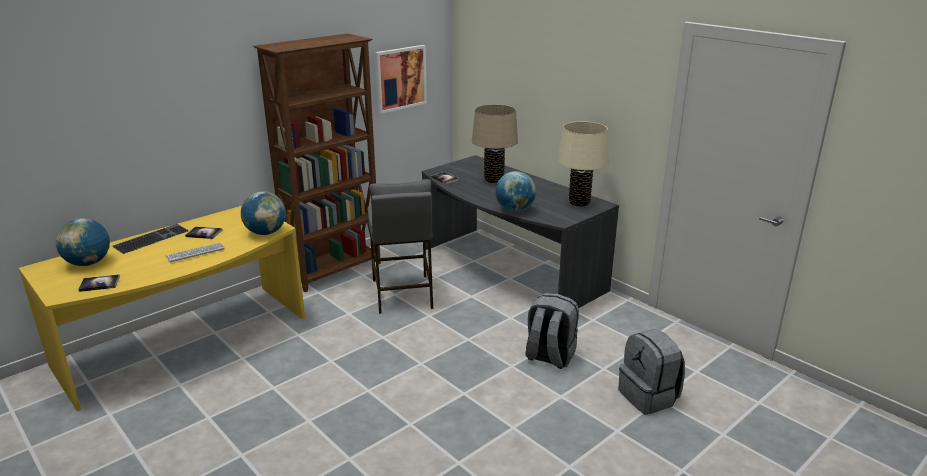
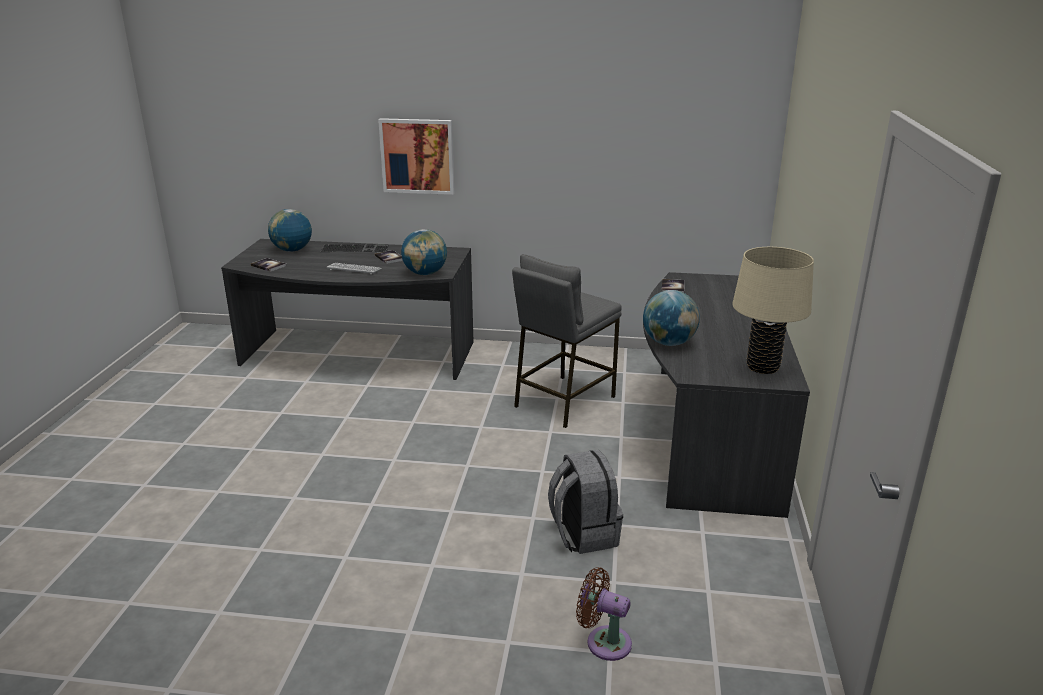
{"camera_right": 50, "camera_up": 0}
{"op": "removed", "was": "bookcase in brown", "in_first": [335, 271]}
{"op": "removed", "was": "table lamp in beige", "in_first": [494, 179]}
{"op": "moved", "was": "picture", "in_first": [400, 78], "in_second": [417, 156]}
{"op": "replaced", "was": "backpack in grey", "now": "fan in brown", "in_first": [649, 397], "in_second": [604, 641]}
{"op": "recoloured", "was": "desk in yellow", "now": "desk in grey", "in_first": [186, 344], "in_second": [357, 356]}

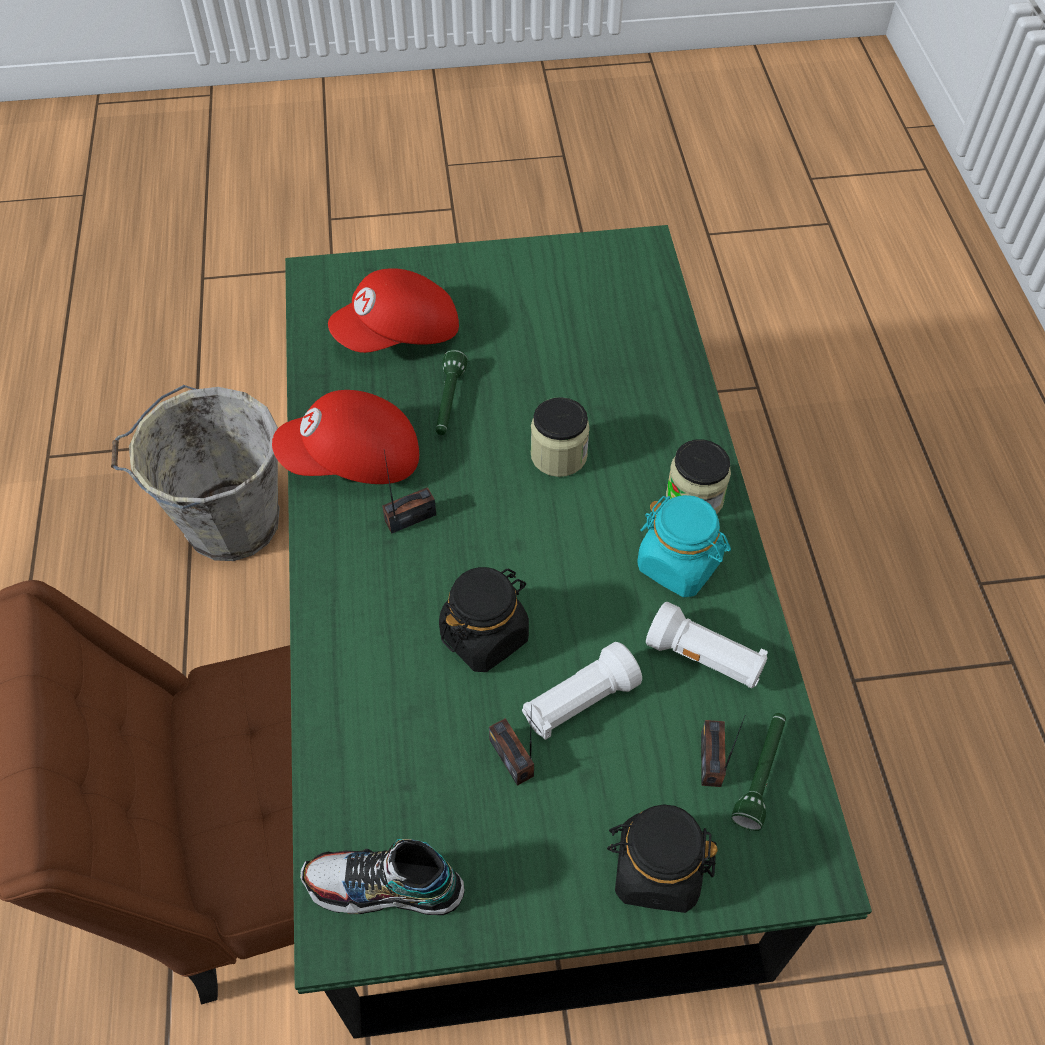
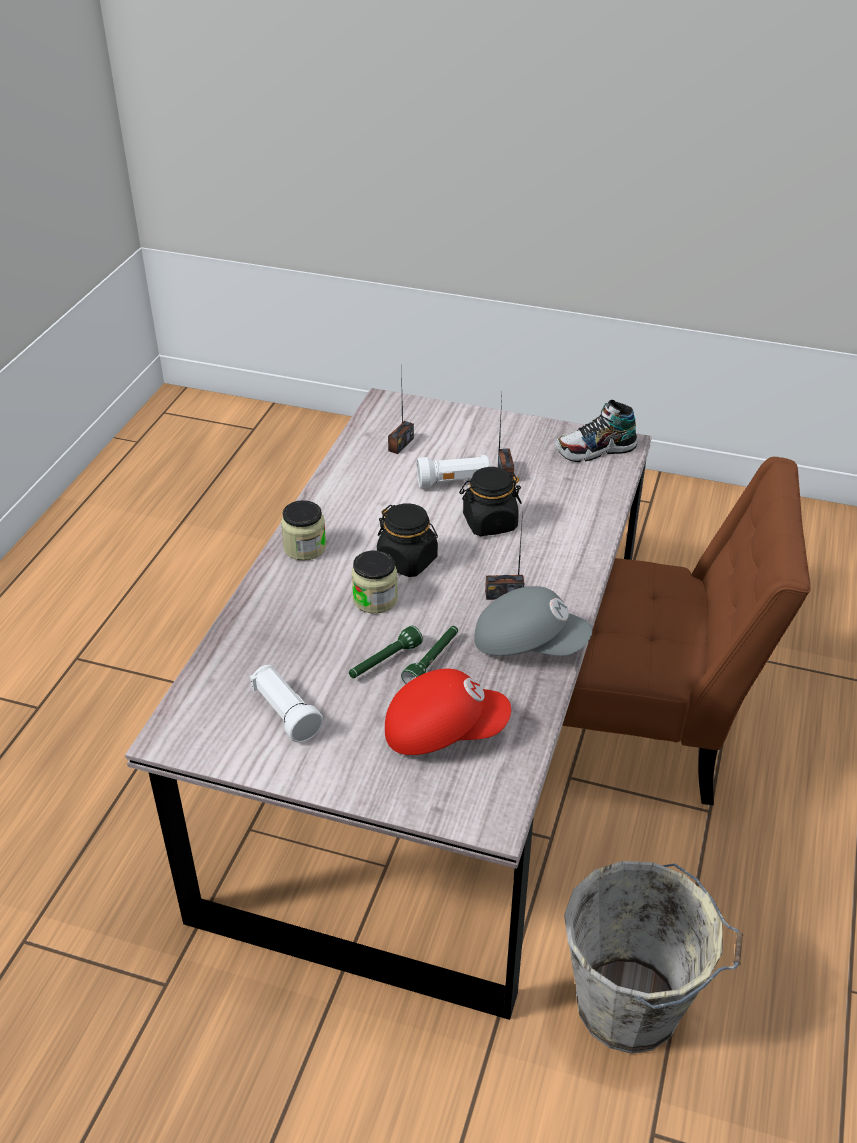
{"camera_right": -155, "camera_up": -15}
{"op": "removed", "was": "jar in turquoise", "in_first": [679, 565]}
{"op": "moved", "was": "jar in black", "in_first": [656, 870], "in_second": [407, 561]}
{"op": "moved", "was": "flashlight in white", "in_first": [705, 659], "in_second": [285, 713]}
{"op": "moved", "was": "flashlight in green", "in_first": [761, 774], "in_second": [384, 662]}
{"op": "recoloured", "was": "cap in red", "now": "cap in grey", "in_first": [353, 461], "in_second": [529, 643]}
{"op": "recoloured", "was": "dining table in green", "now": "dining table in grey", "in_first": [526, 694], "in_second": [425, 759]}
{"op": "turned", "was": "shoe", "in_first": [384, 888], "in_second": [595, 450], "clockwise": 135}

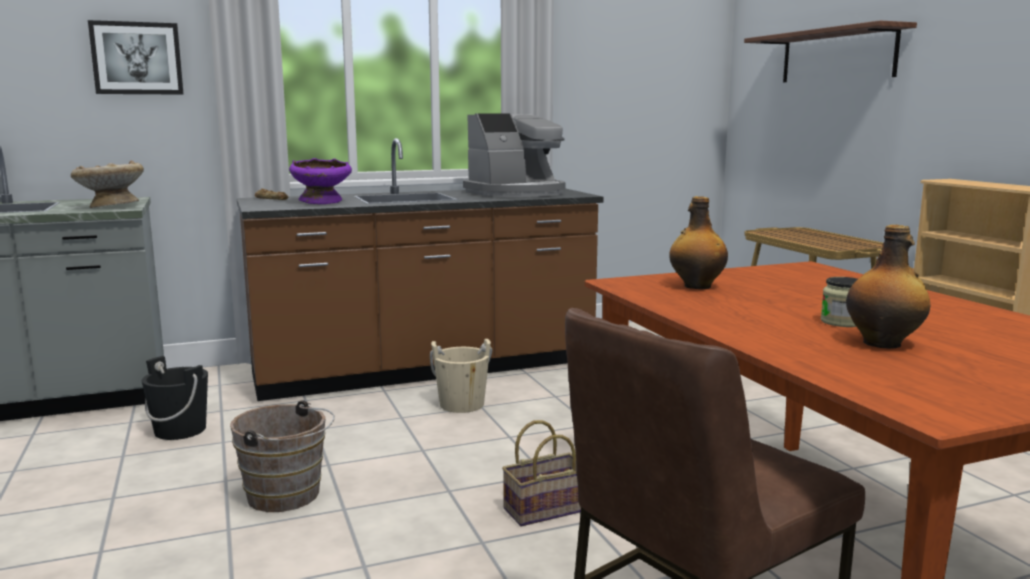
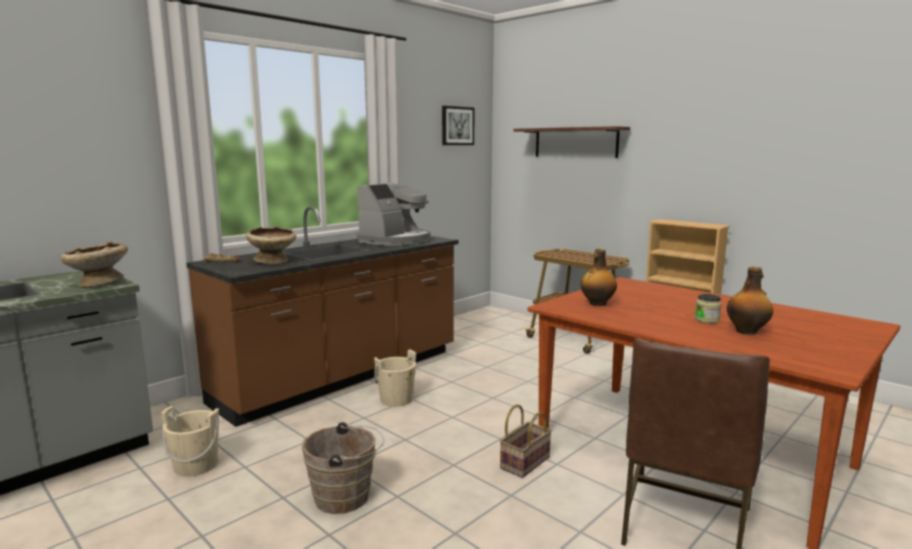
{"camera_right": -25, "camera_up": 0}
{"op": "moved", "was": "picture", "in_first": [137, 58], "in_second": [457, 126]}
{"op": "recoloured", "was": "bucket in black", "now": "bucket in beige", "in_first": [180, 430], "in_second": [196, 465]}
{"op": "recoloured", "was": "bowl in purple", "now": "bowl in beige", "in_first": [322, 202], "in_second": [273, 261]}

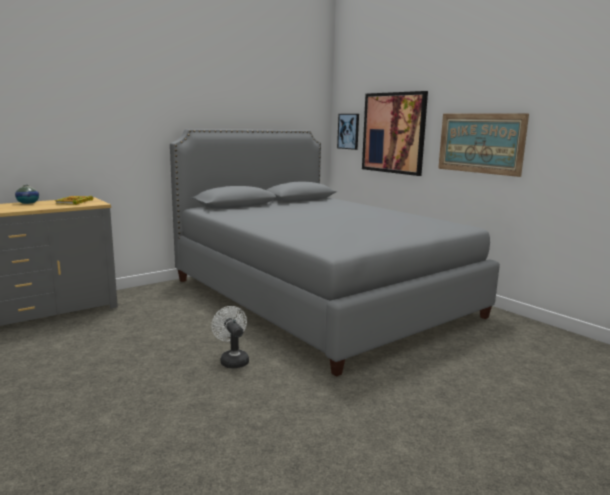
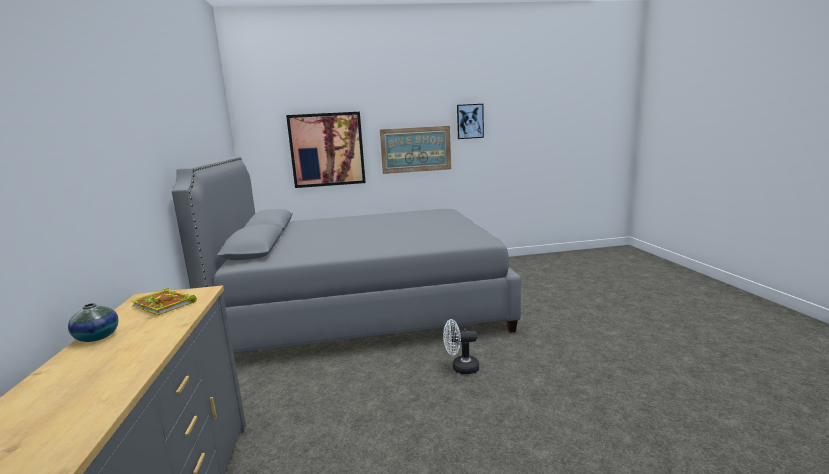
{"camera_right": -60, "camera_up": 0}
{"op": "moved", "was": "picture", "in_first": [348, 131], "in_second": [470, 121]}

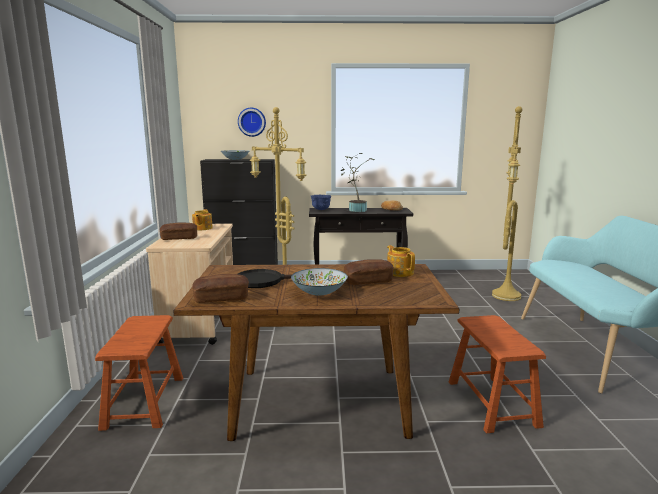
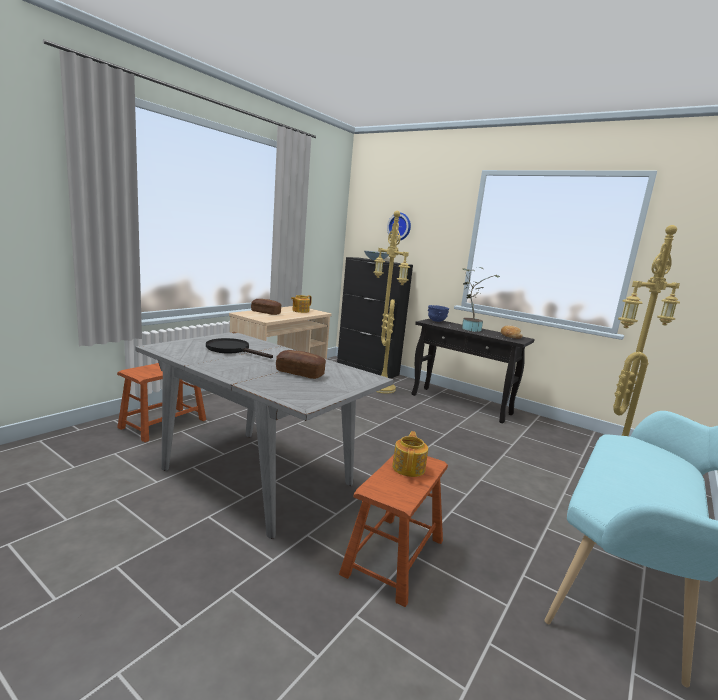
{"camera_right": 35, "camera_up": 0}
{"op": "removed", "was": "bread", "in_first": [221, 298]}
{"op": "removed", "was": "bowl", "in_first": [319, 293]}
{"op": "moved", "was": "teapot", "in_first": [400, 272], "in_second": [409, 468]}
{"op": "recoloured", "was": "dining table in brown", "now": "dining table in grey", "in_first": [318, 401], "in_second": [256, 476]}

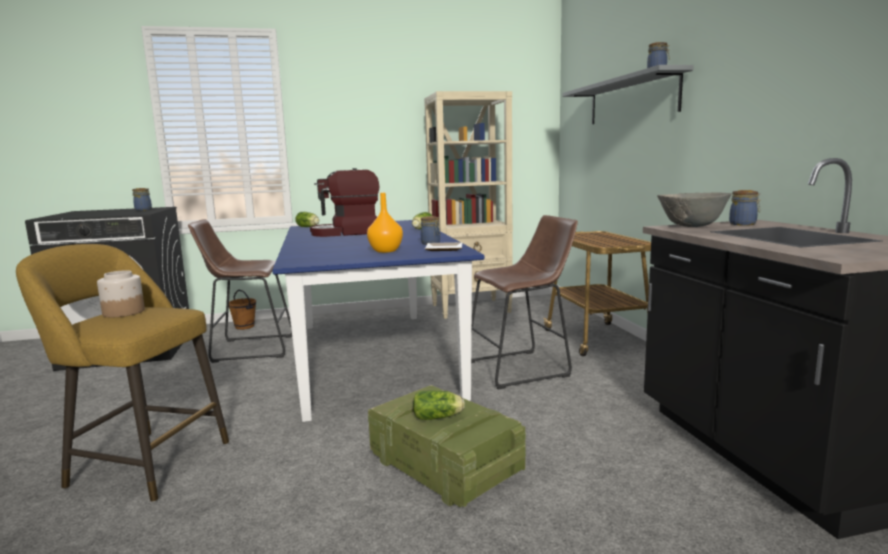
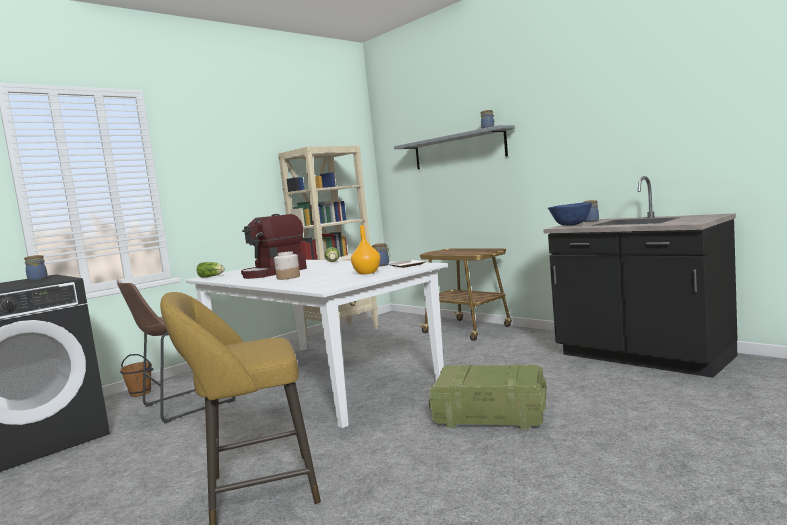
{"camera_right": -30, "camera_up": -5}
{"op": "removed", "was": "lettuce", "in_first": [439, 417]}
{"op": "removed", "was": "stool in brown", "in_first": [522, 368]}
{"op": "moved", "was": "jar", "in_first": [123, 312], "in_second": [288, 277]}
{"op": "recoloured", "was": "dining table in blue", "now": "dining table in white", "in_first": [374, 357], "in_second": [320, 379]}
{"op": "recoloured", "was": "bowl in grey", "now": "bowl in blue", "in_first": [692, 226], "in_second": [571, 225]}

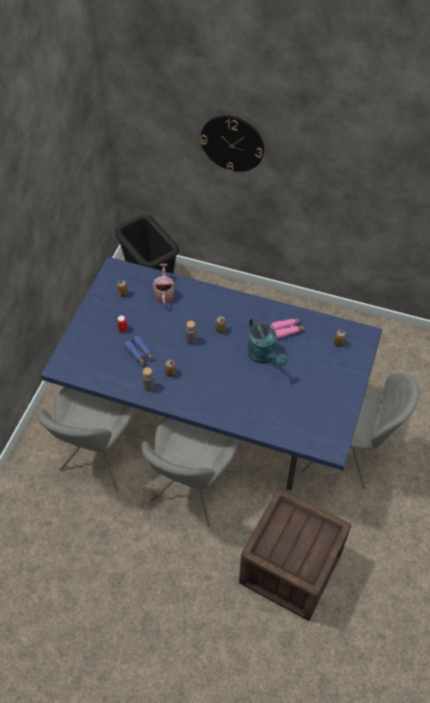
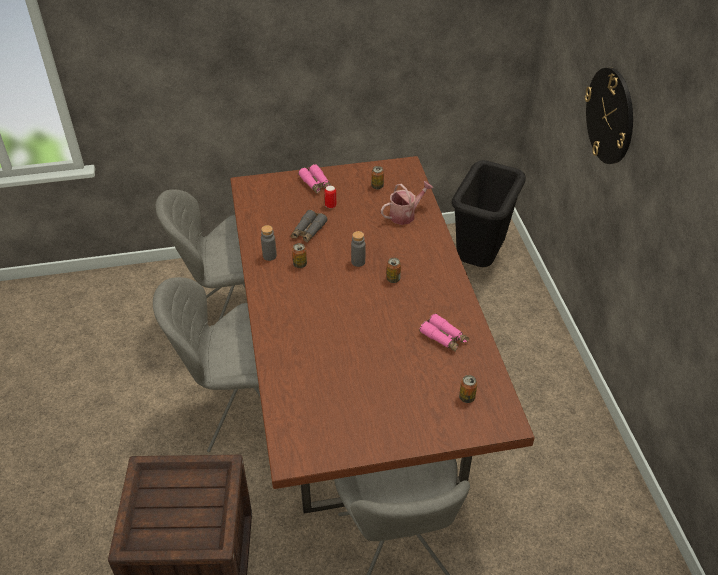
{"camera_right": 60, "camera_up": -10}
{"op": "removed", "was": "watering can in turquoise", "in_first": [264, 356]}
{"op": "added", "now": "binoculars in pink", "in_second": [316, 184]}
{"op": "recoloured", "was": "dining table in blue", "now": "dining table in brown", "in_first": [215, 414], "in_second": [359, 390]}
{"op": "recoloured", "was": "binoculars in blue", "now": "binoculars in grey", "in_first": [140, 353], "in_second": [308, 231]}

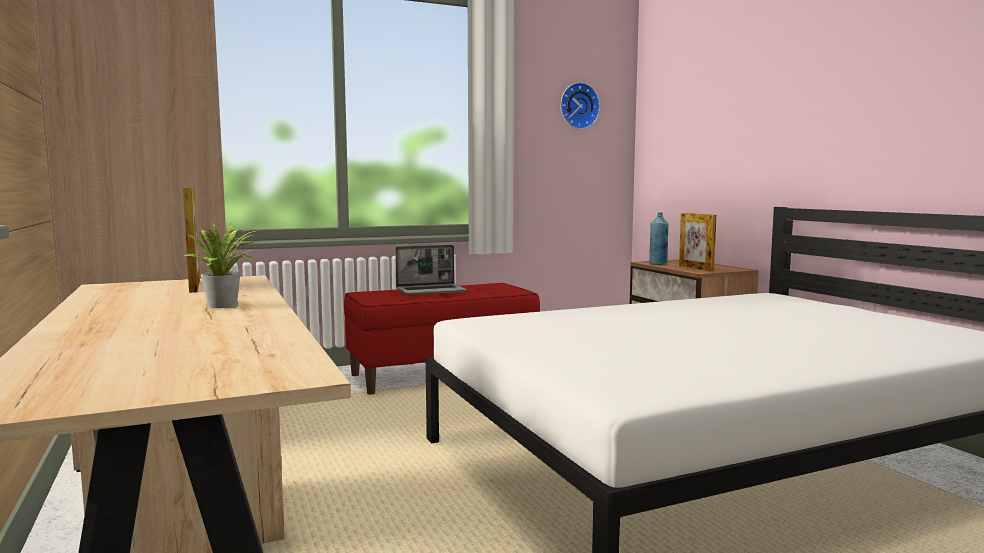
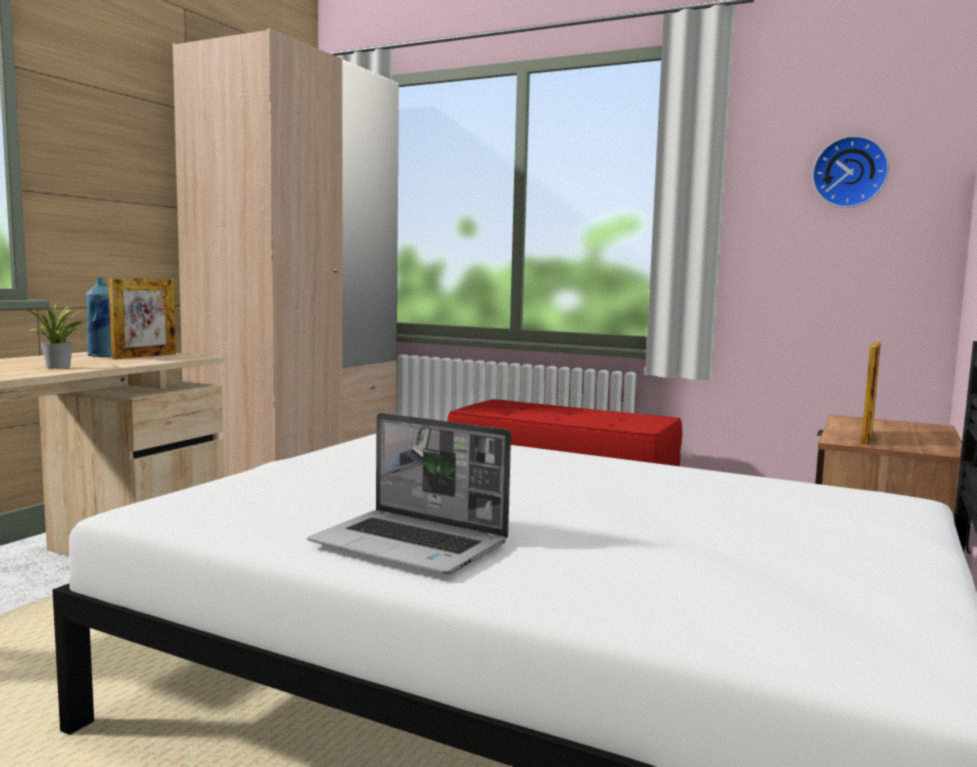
{"camera_right": 50, "camera_up": 0}
{"op": "moved", "was": "laptop", "in_first": [431, 291], "in_second": [412, 545]}
{"op": "moved", "was": "bottle in blue", "in_first": [658, 264], "in_second": [103, 356]}

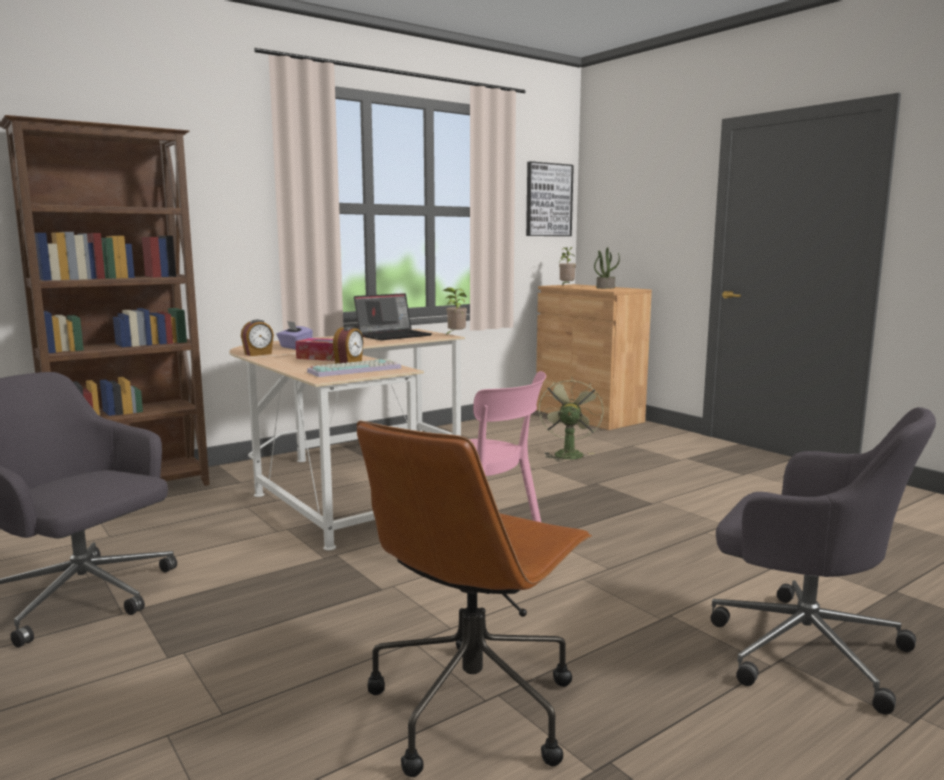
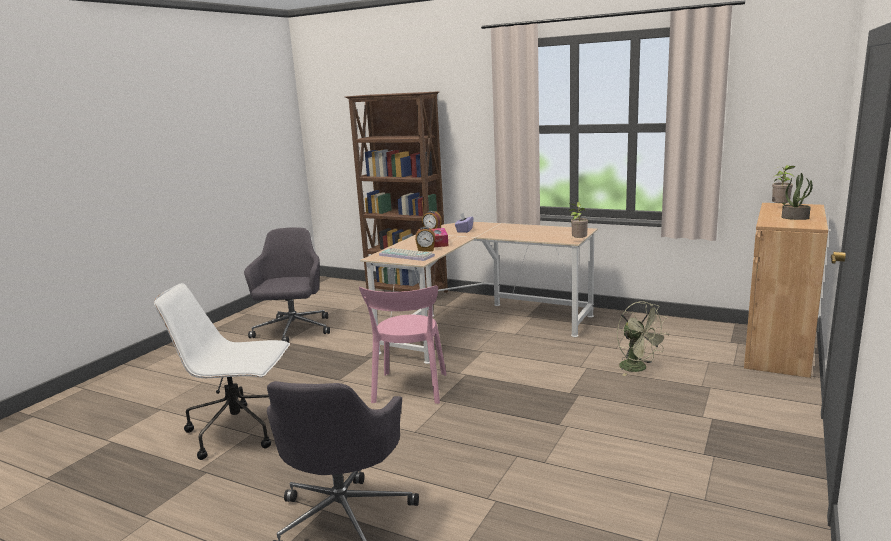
{"camera_right": 65, "camera_up": 5}
{"op": "removed", "was": "laptop", "in_first": [394, 335]}
{"op": "removed", "was": "picture", "in_first": [548, 200]}
{"op": "recoloured", "was": "office chair in brown", "now": "office chair in white", "in_first": [473, 706], "in_second": [240, 431]}
{"op": "turned", "was": "fan in green", "in_first": [568, 453], "in_second": [638, 368], "clockwise": 75}

